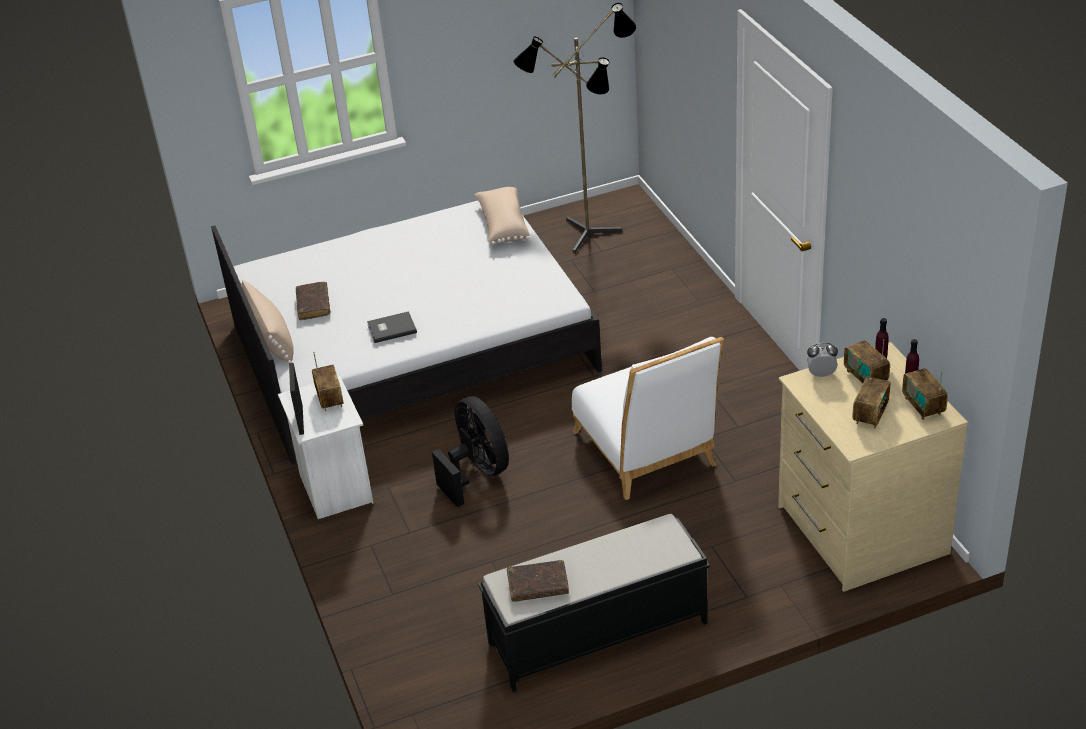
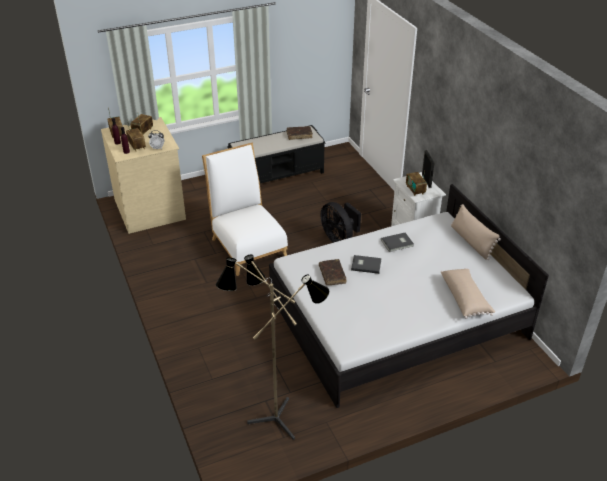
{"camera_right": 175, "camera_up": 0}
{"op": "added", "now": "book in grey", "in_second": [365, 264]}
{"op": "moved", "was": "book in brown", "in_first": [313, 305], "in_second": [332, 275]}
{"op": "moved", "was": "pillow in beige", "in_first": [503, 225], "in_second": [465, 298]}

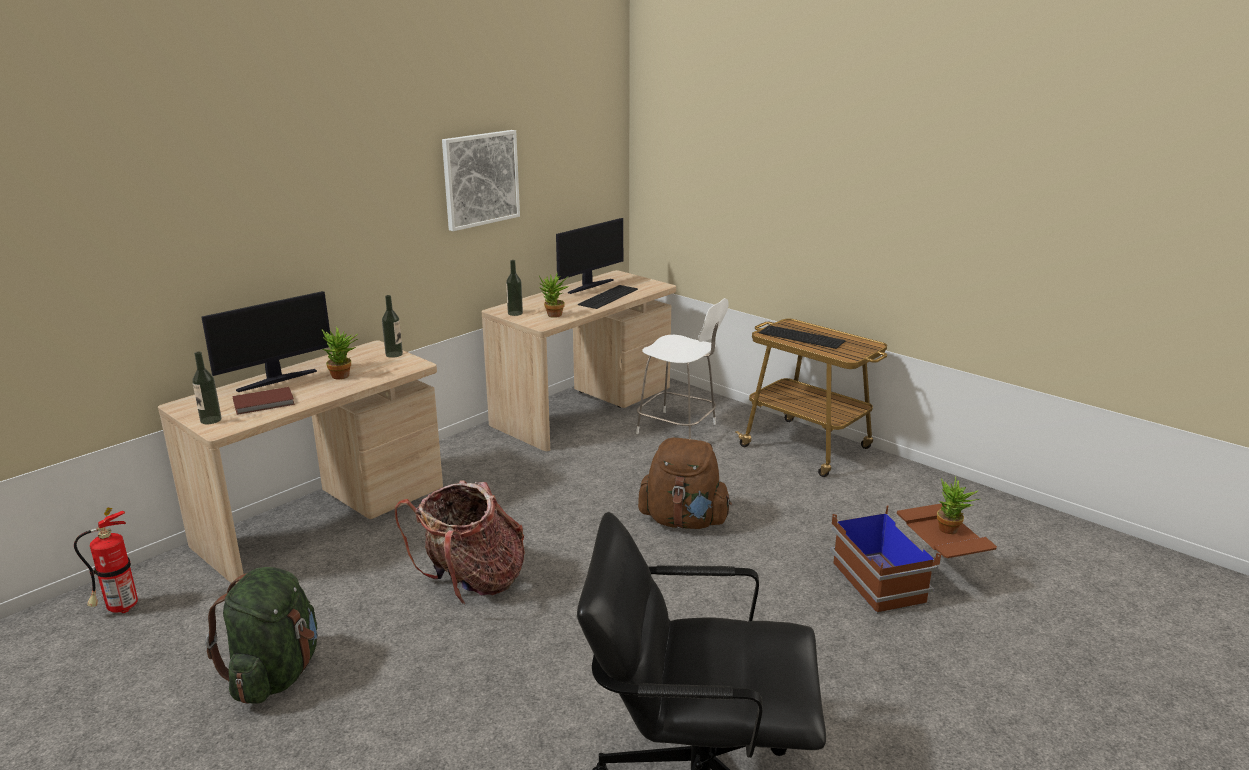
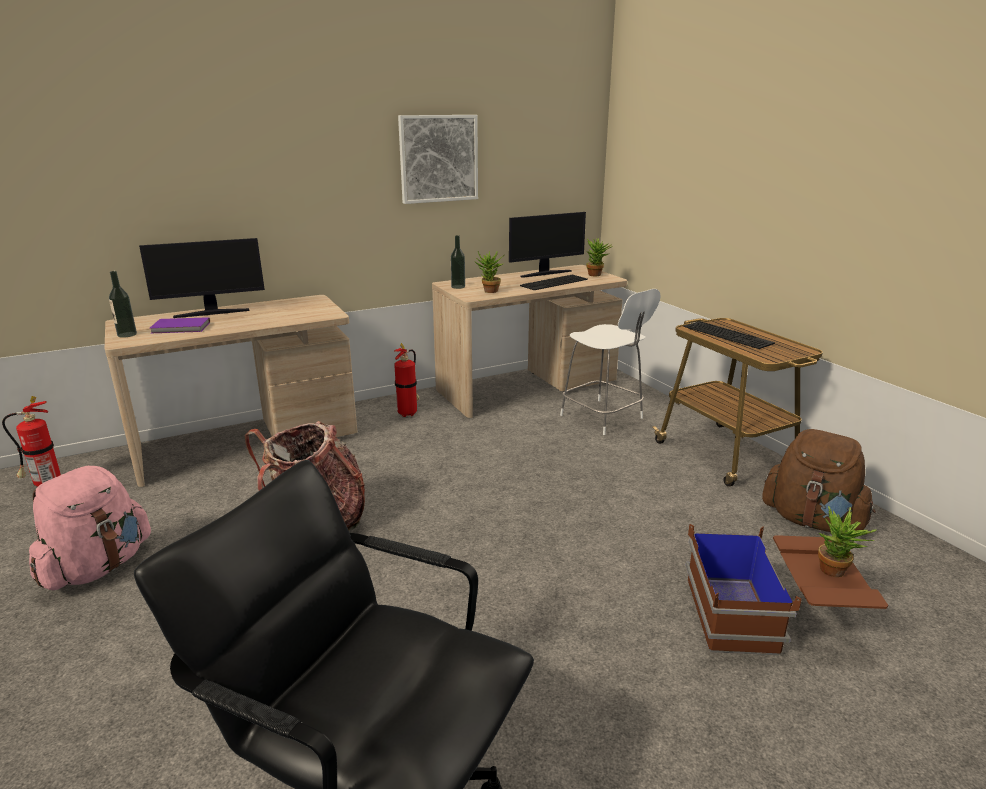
{"camera_right": 20, "camera_up": 0}
{"op": "removed", "was": "bottle", "in_first": [394, 354]}
{"op": "added", "now": "fire extinguisher", "in_second": [408, 413]}
{"op": "moved", "was": "potted plant", "in_first": [344, 376], "in_second": [597, 275]}
{"op": "moved", "was": "backpack in brown", "in_first": [684, 521], "in_second": [812, 521]}
{"op": "recoloured", "was": "backpack in green", "now": "backpack in pink", "in_first": [275, 674], "in_second": [98, 567]}
{"op": "recoloured", "was": "book in brown", "now": "book in purple", "in_first": [265, 403], "in_second": [181, 328]}

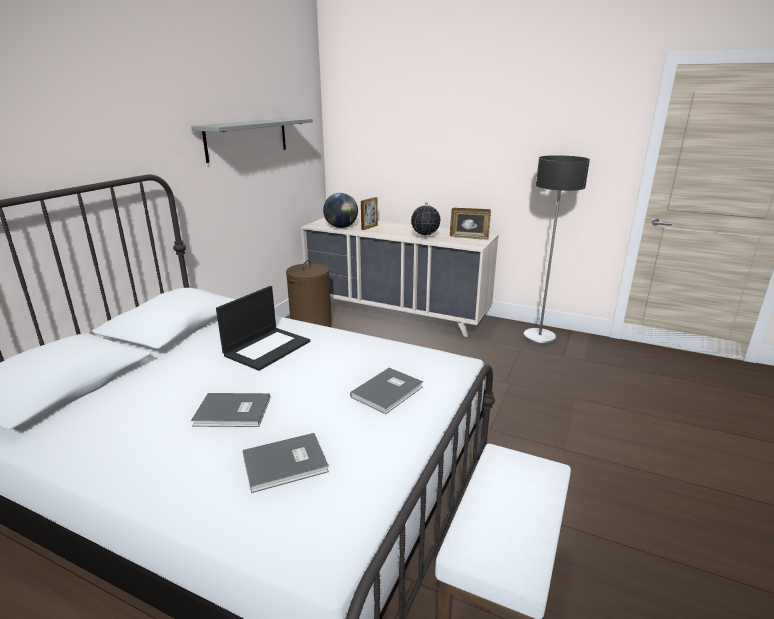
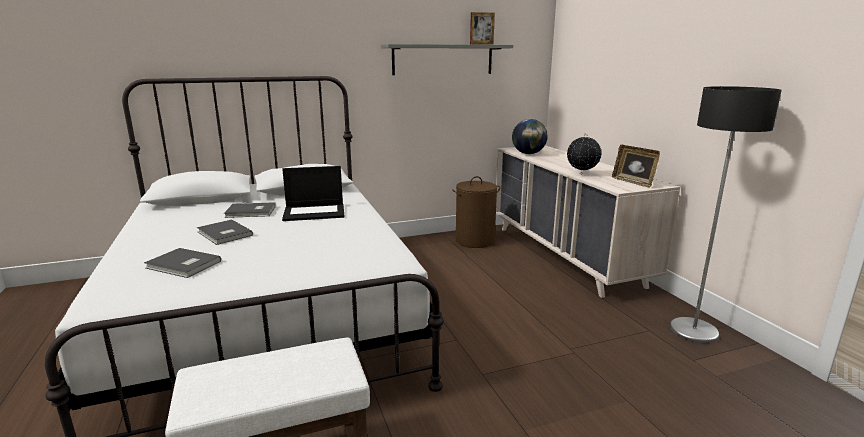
{"camera_right": 45, "camera_up": -5}
{"op": "moved", "was": "book in grey", "in_first": [389, 392], "in_second": [251, 212]}
{"op": "moved", "was": "picture frame", "in_first": [369, 227], "in_second": [481, 44]}

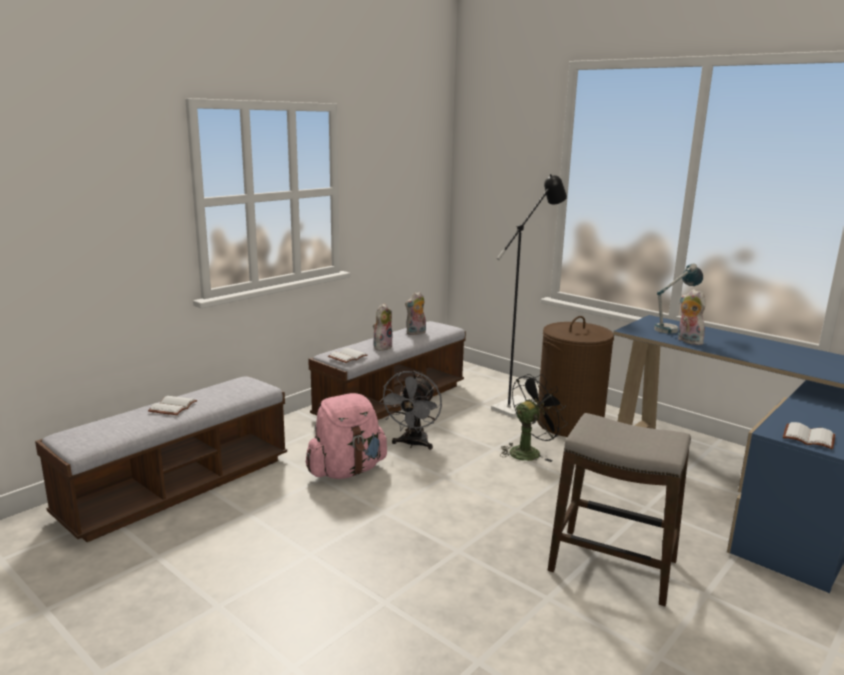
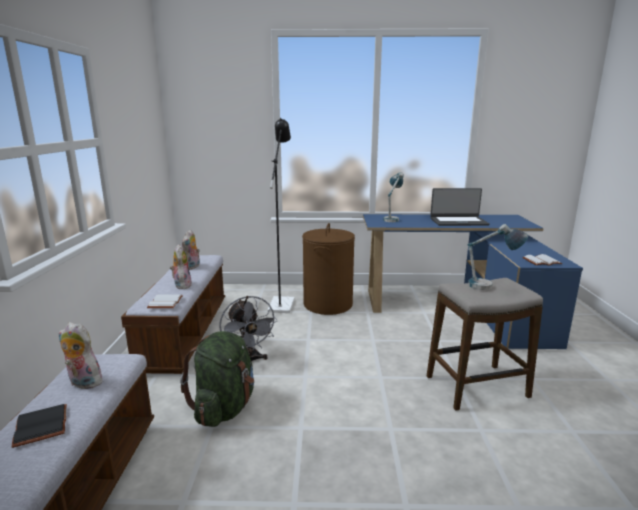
{"camera_right": -40, "camera_up": 0}
{"op": "removed", "was": "fan in black", "in_first": [529, 451]}
{"op": "added", "now": "laptop", "in_second": [458, 221]}
{"op": "added", "now": "table lamp", "in_second": [490, 288]}
{"op": "moved", "was": "plush toy", "in_first": [687, 341], "in_second": [83, 383]}
{"op": "recoloured", "was": "book in white", "now": "book in black", "in_first": [173, 407], "in_second": [43, 426]}
{"op": "recoloured", "was": "backpack in pink", "now": "backpack in green", "in_first": [346, 471], "in_second": [224, 408]}

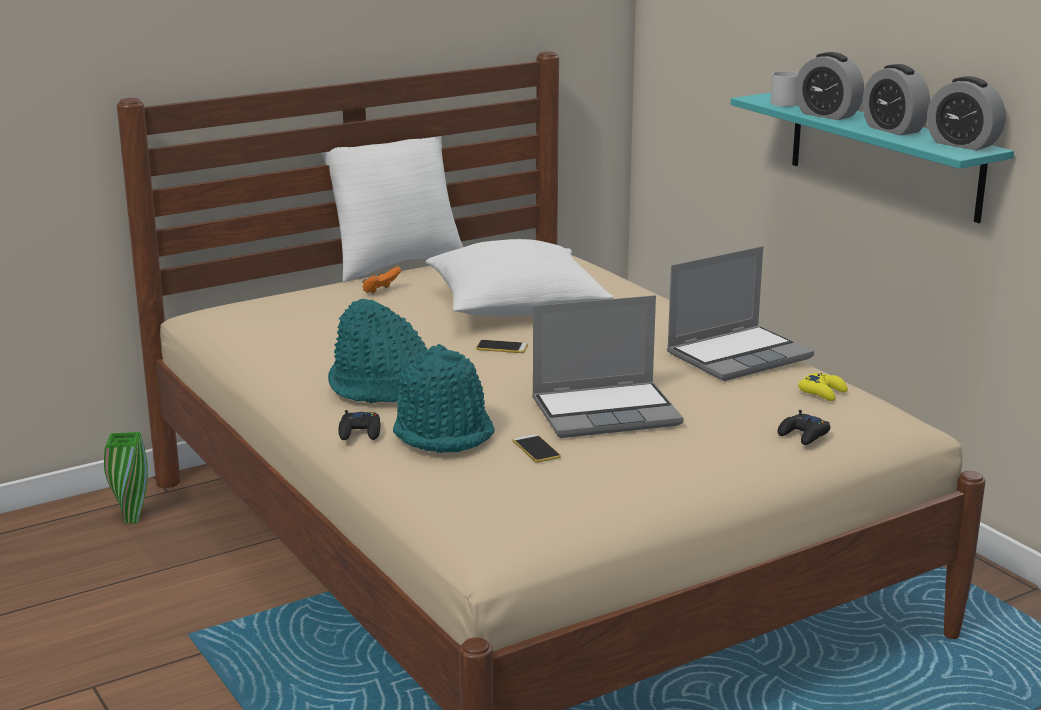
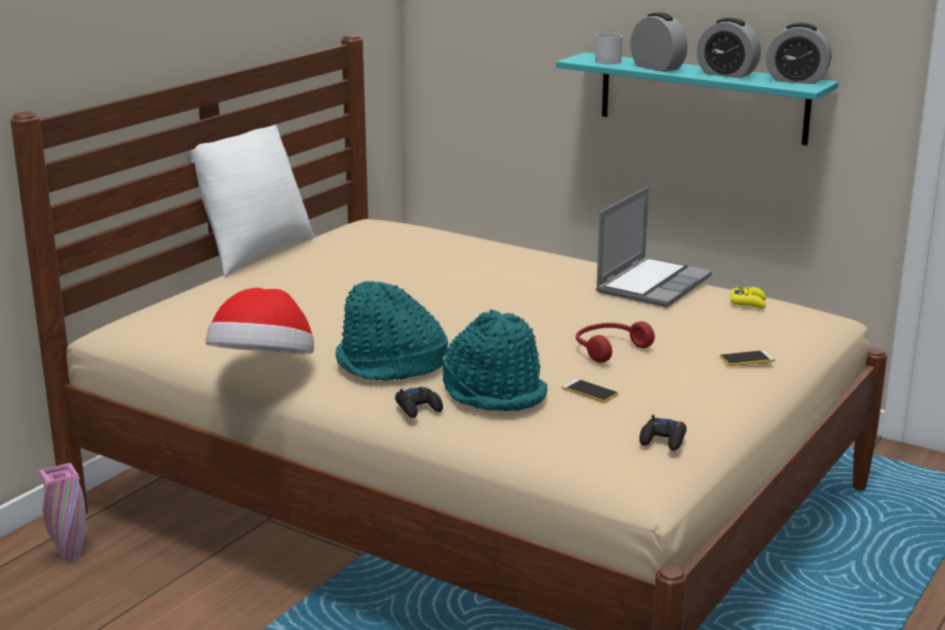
{"camera_right": -25, "camera_up": 0}
{"op": "removed", "was": "game controller in orange", "in_first": [380, 291]}
{"op": "removed", "was": "pillow in white", "in_first": [515, 306]}
{"op": "added", "now": "hat", "in_second": [264, 369]}
{"op": "moved", "was": "phone", "in_first": [502, 347], "in_second": [747, 359]}
{"op": "moved", "was": "game controller in black", "in_first": [804, 435], "in_second": [663, 440]}
{"op": "replaced", "was": "laptop", "now": "headphones in red", "in_first": [607, 412], "in_second": [608, 349]}
{"op": "recoloured", "was": "vase in green", "now": "vase in pink", "in_first": [131, 519], "in_second": [70, 556]}
{"op": "turned", "was": "alarm clock", "in_first": [827, 115], "in_second": [657, 68], "clockwise": -150}

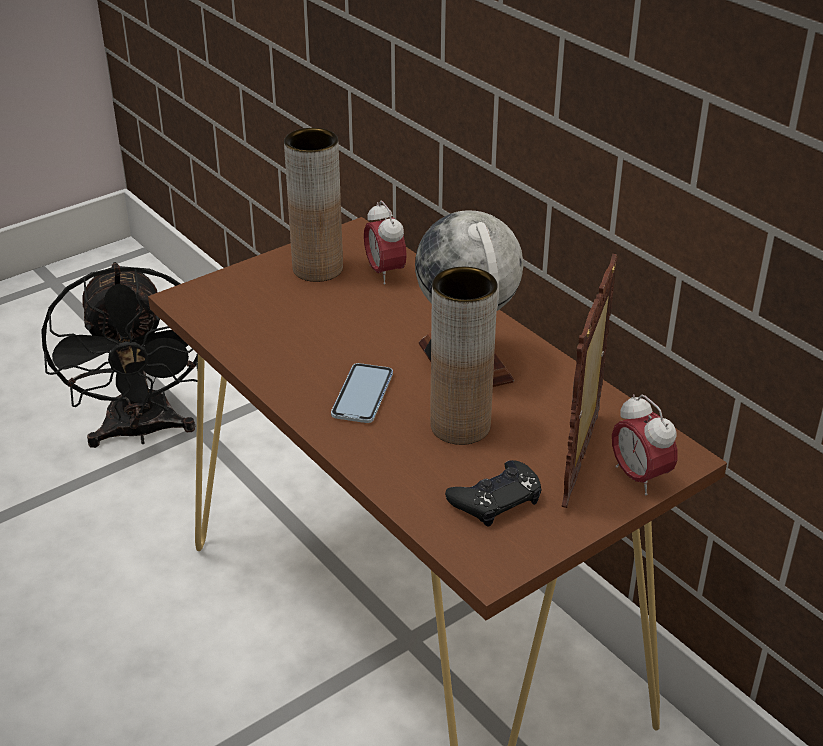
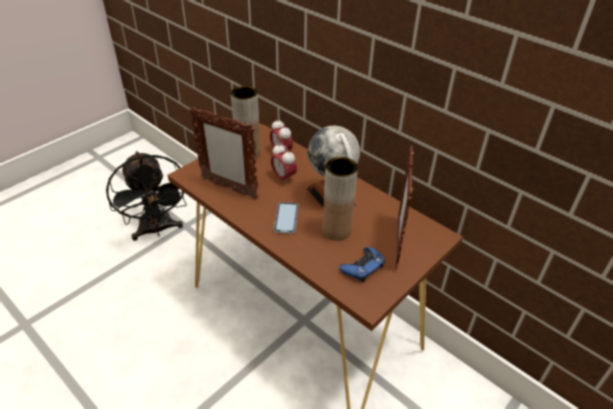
{"camera_right": -10, "camera_up": 5}
{"op": "added", "now": "picture frame", "in_second": [229, 188]}
{"op": "moved", "was": "alarm clock", "in_first": [639, 477], "in_second": [283, 178]}
{"op": "recoloured", "was": "game controller in black", "now": "game controller in blue", "in_first": [495, 499], "in_second": [362, 267]}

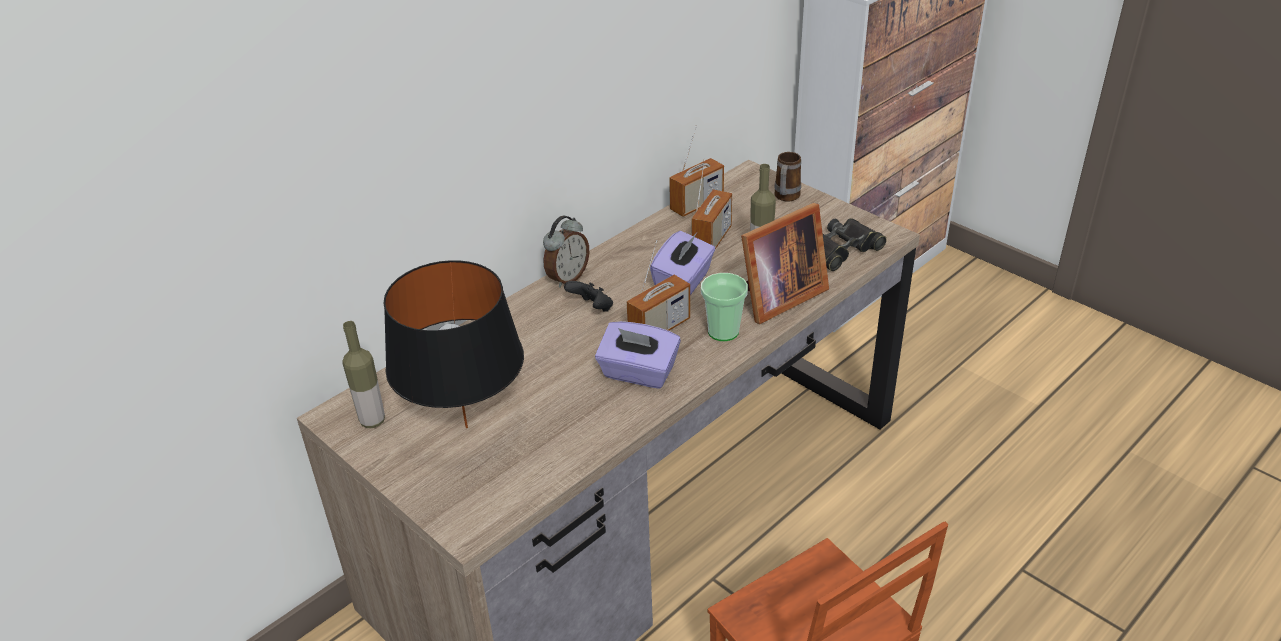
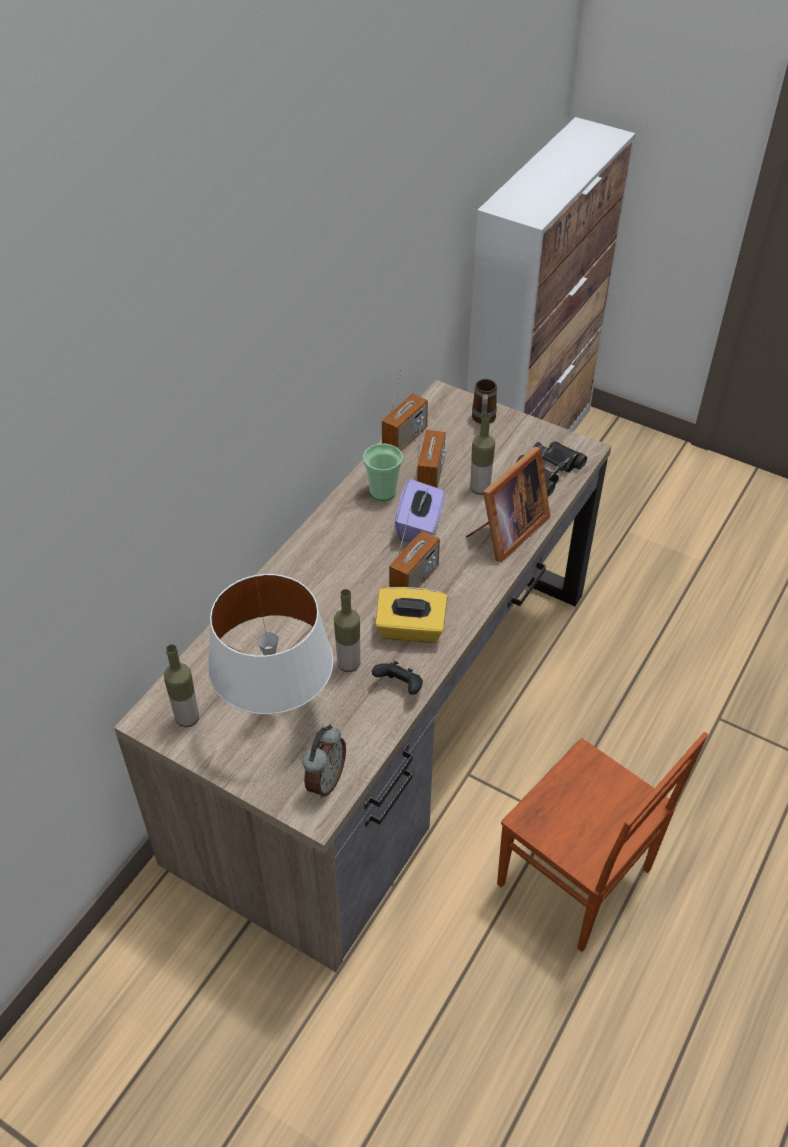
{"camera_right": -15, "camera_up": 10}
{"op": "added", "now": "bottle", "in_second": [348, 664]}
{"op": "moved", "was": "alarm clock", "in_first": [567, 278], "in_second": [325, 780]}
{"op": "moved", "was": "game controller in black", "in_first": [592, 308], "in_second": [400, 687]}
{"op": "moved", "was": "cup", "in_first": [723, 331], "in_second": [383, 492]}
{"op": "recoloured", "was": "table lamp in black", "now": "table lamp in white", "in_first": [466, 427], "in_second": [276, 710]}
{"op": "recoloured", "was": "tissue box in purple", "now": "tissue box in yellow", "in_first": [638, 373], "in_second": [410, 630]}

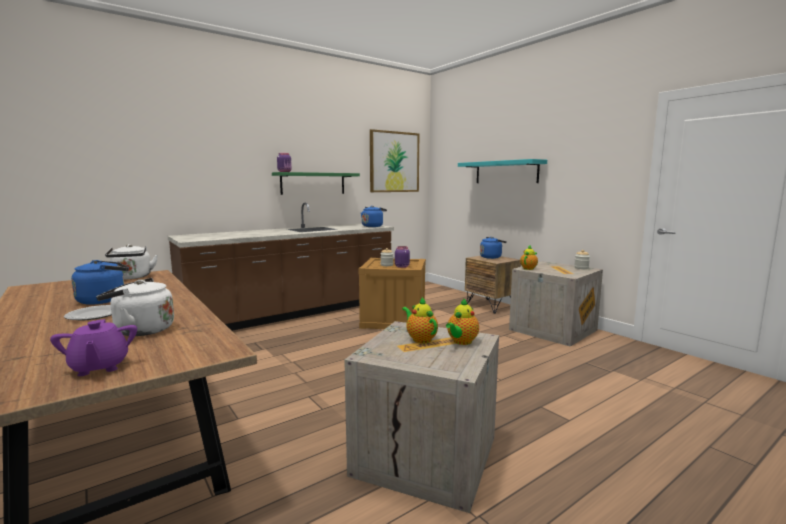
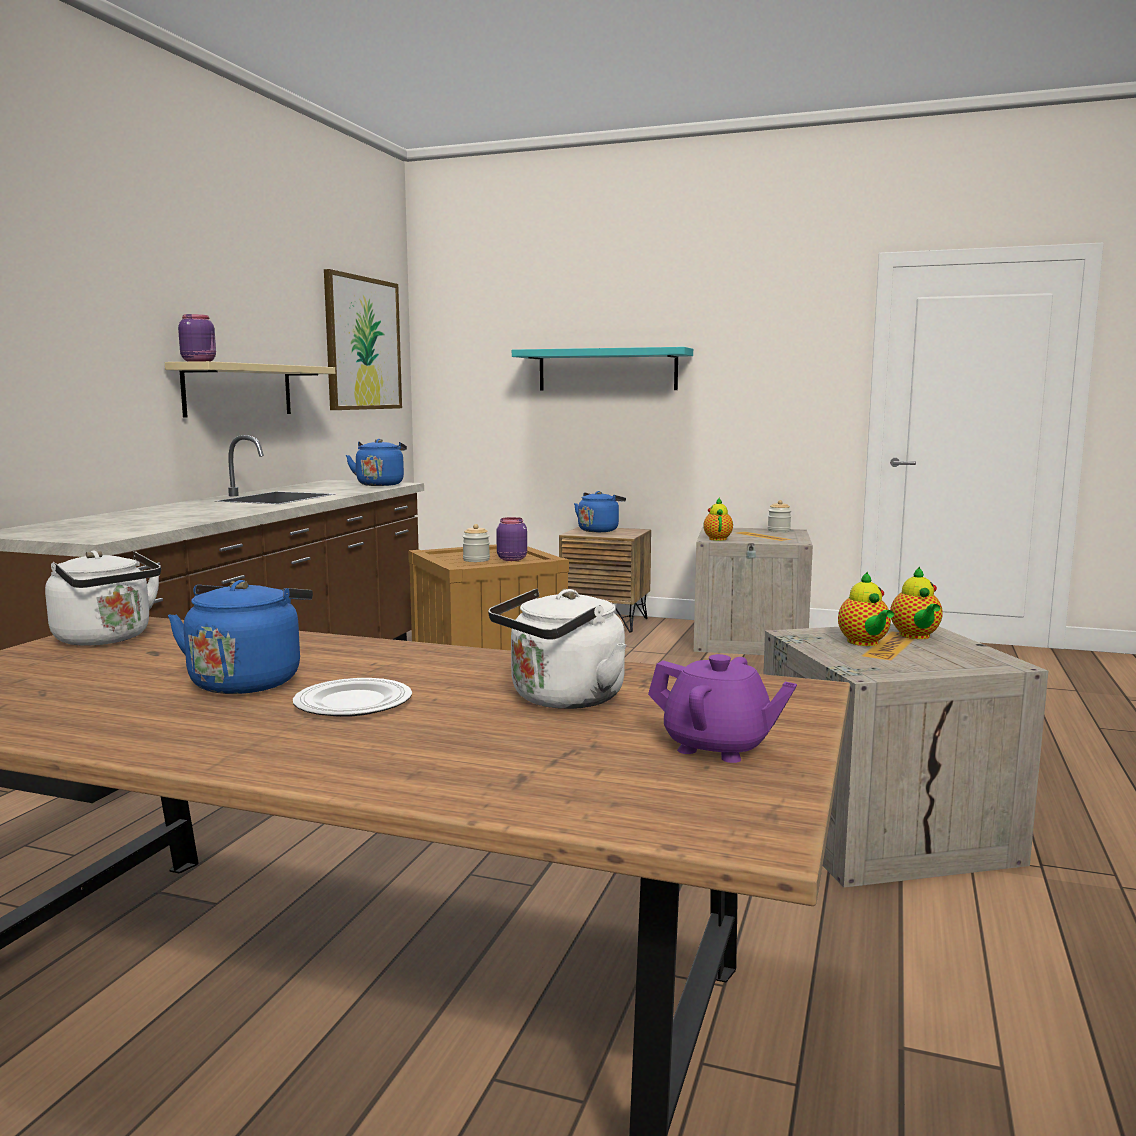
{"camera_right": -35, "camera_up": 0}
{"op": "recoloured", "was": "shelf in green", "now": "shelf in beige", "in_first": [313, 183], "in_second": [238, 390]}
{"op": "turned", "was": "teapot", "in_first": [420, 339], "in_second": [864, 643], "clockwise": -120}

